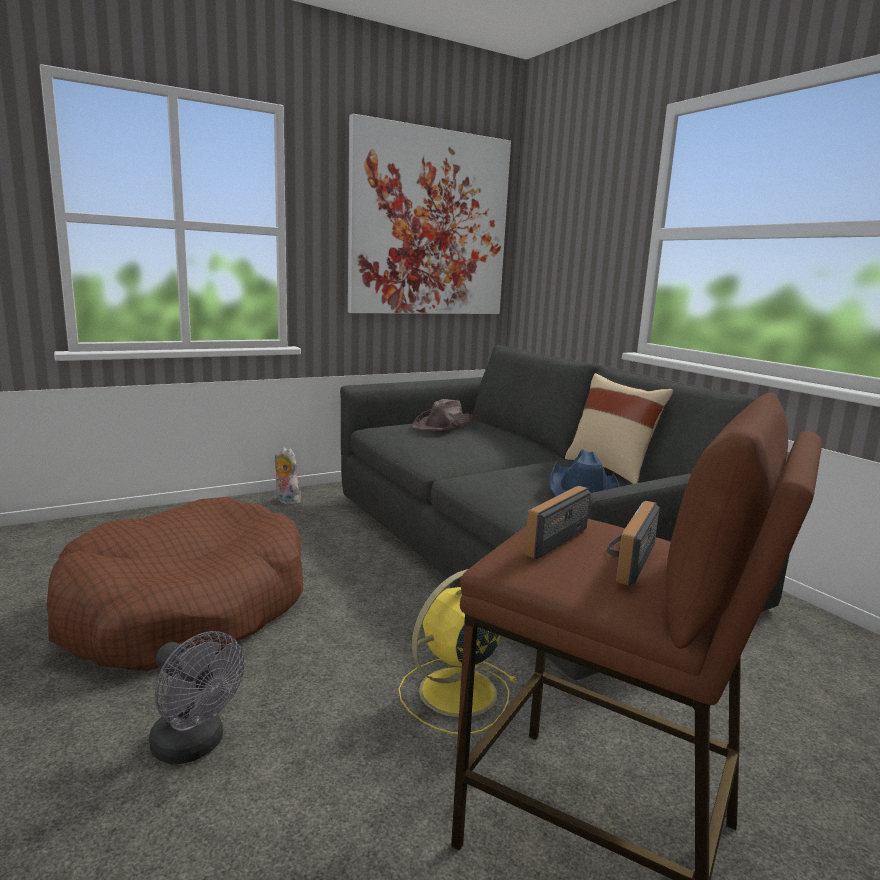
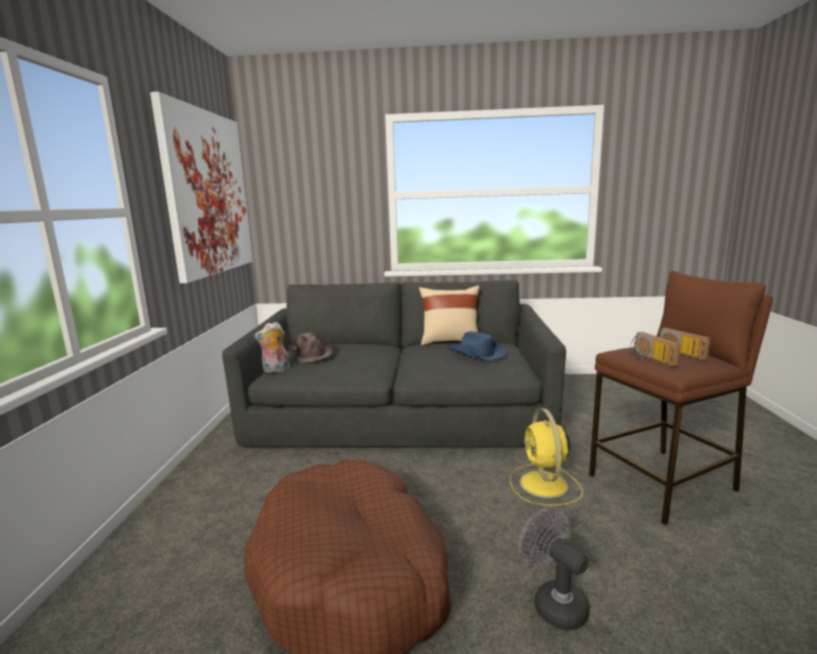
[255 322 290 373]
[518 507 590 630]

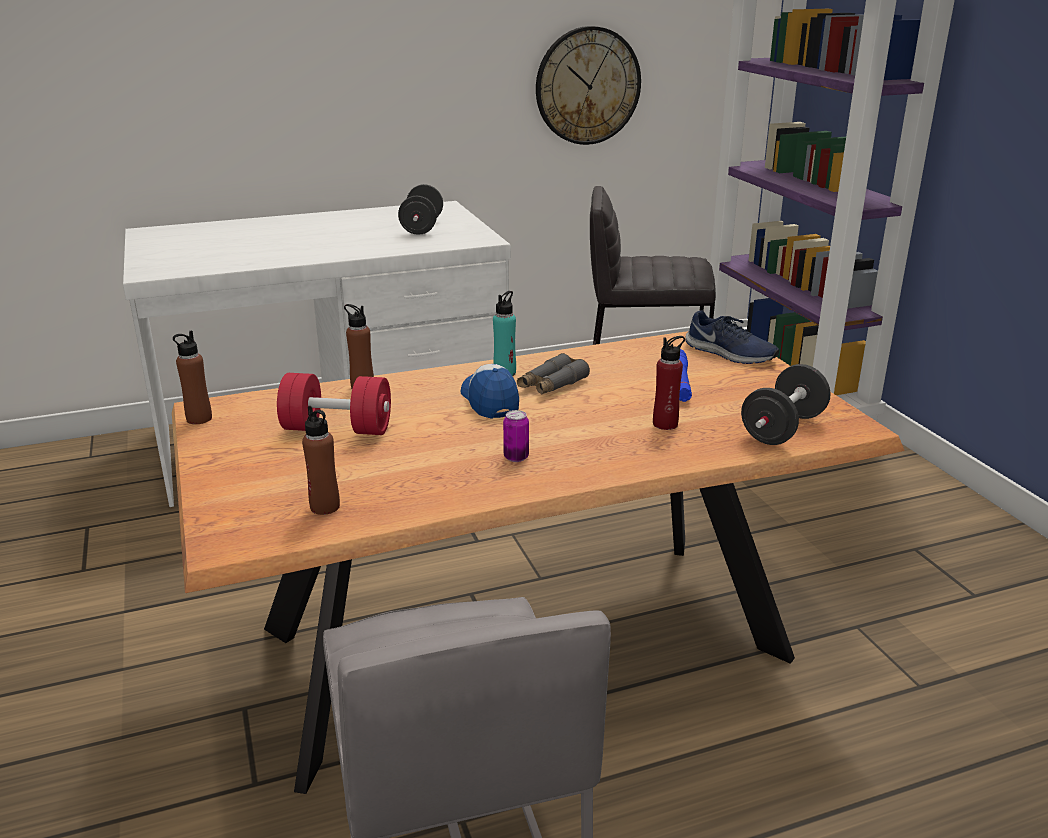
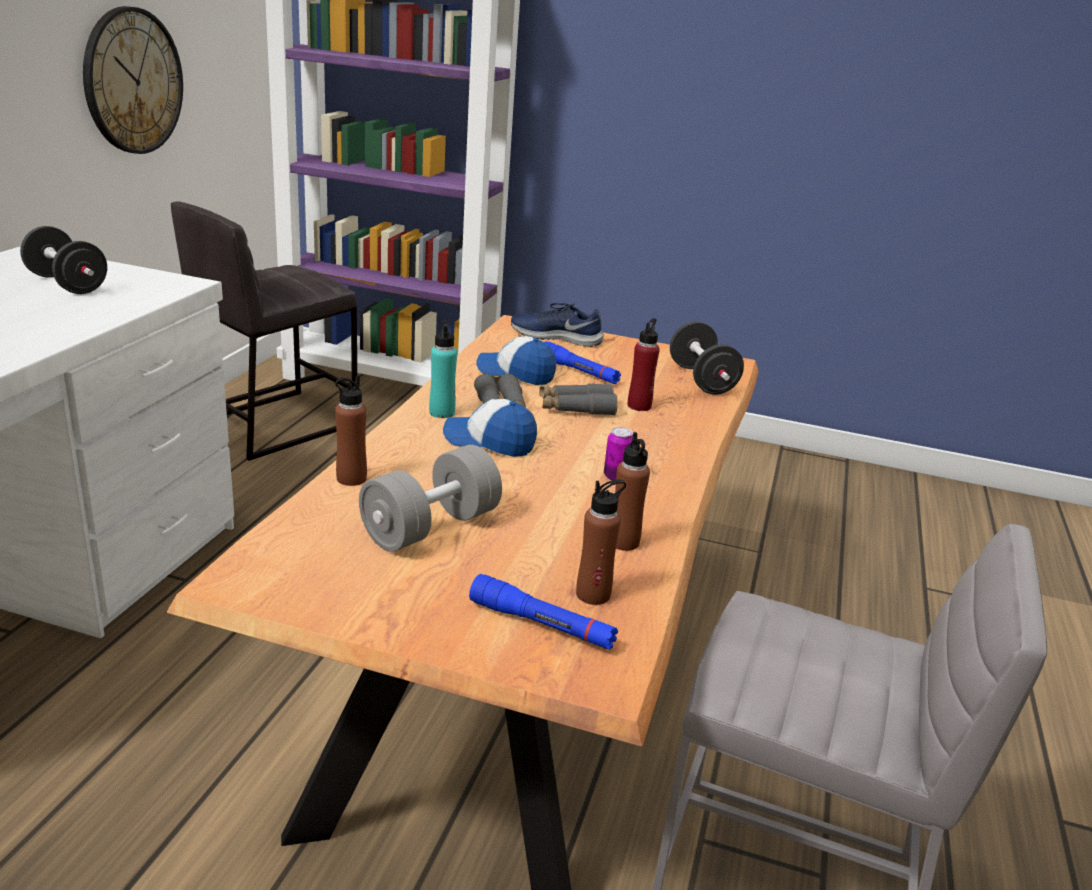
[469 574 618 650]
[476 336 556 385]
[539 383 618 415]
[615 432 650 551]
[359 445 502 552]
[511 303 604 347]

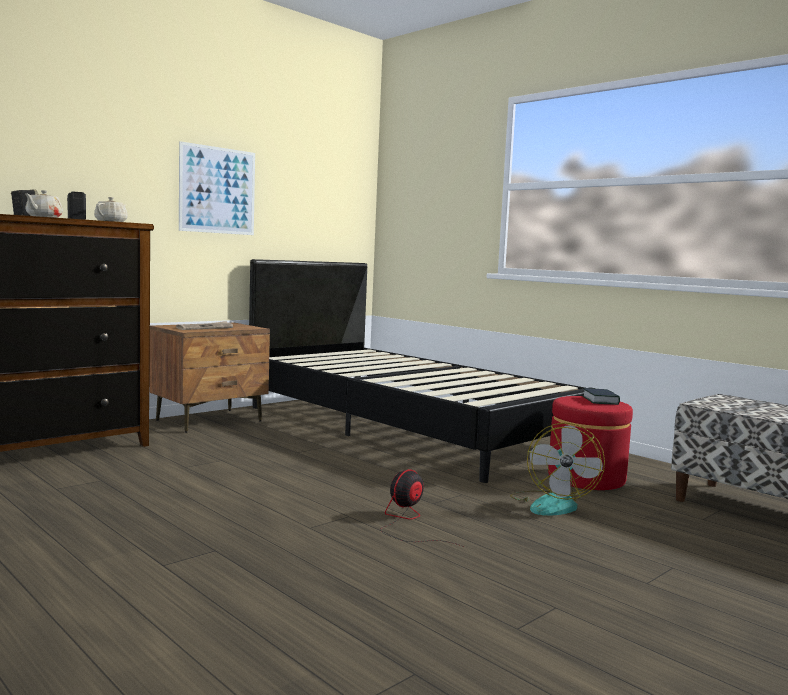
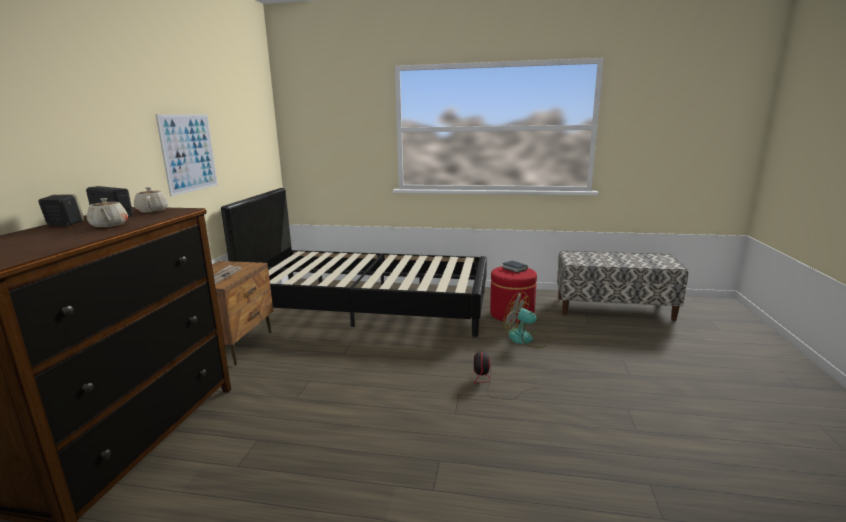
[503 292 549 348]

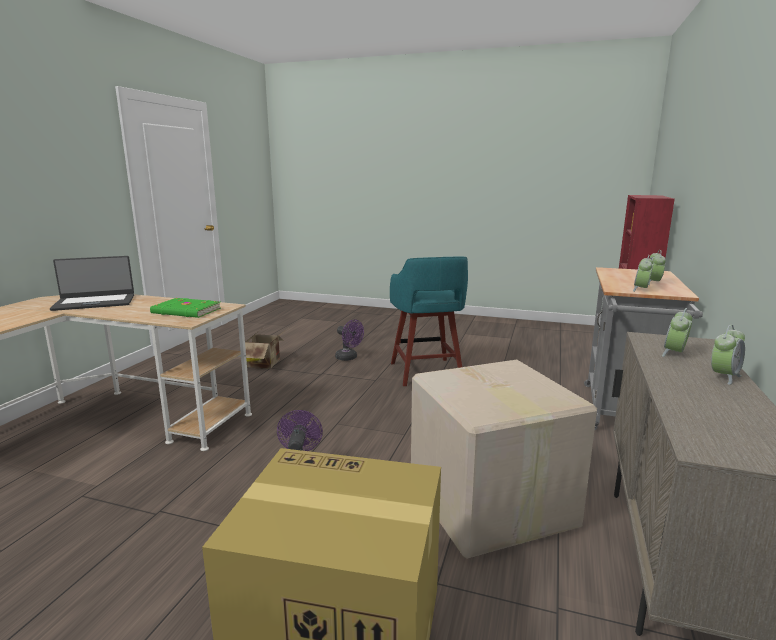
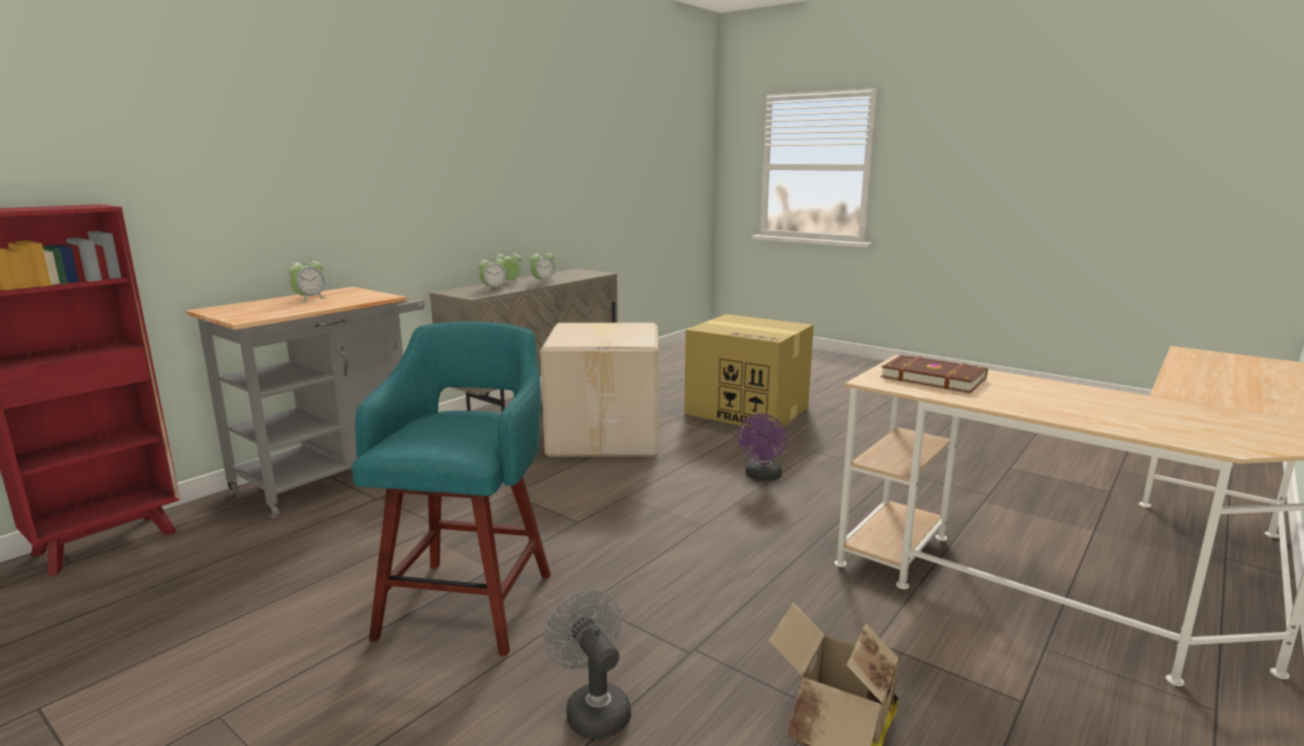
[50 256 134 311] (first image)
[530 249 556 284]
[881 355 988 393]
[544 590 631 739]

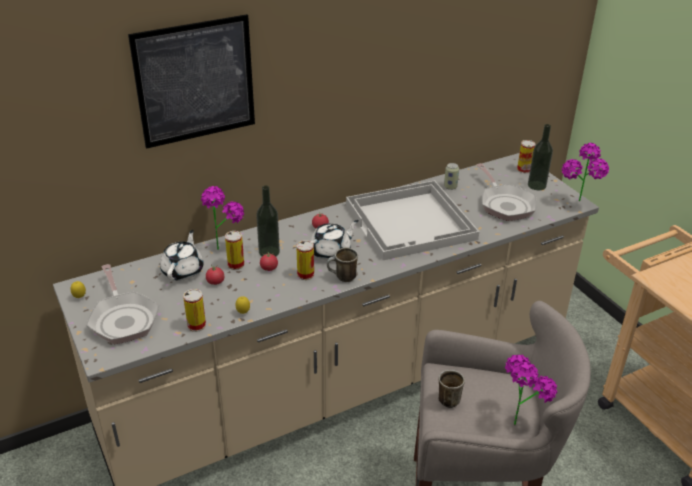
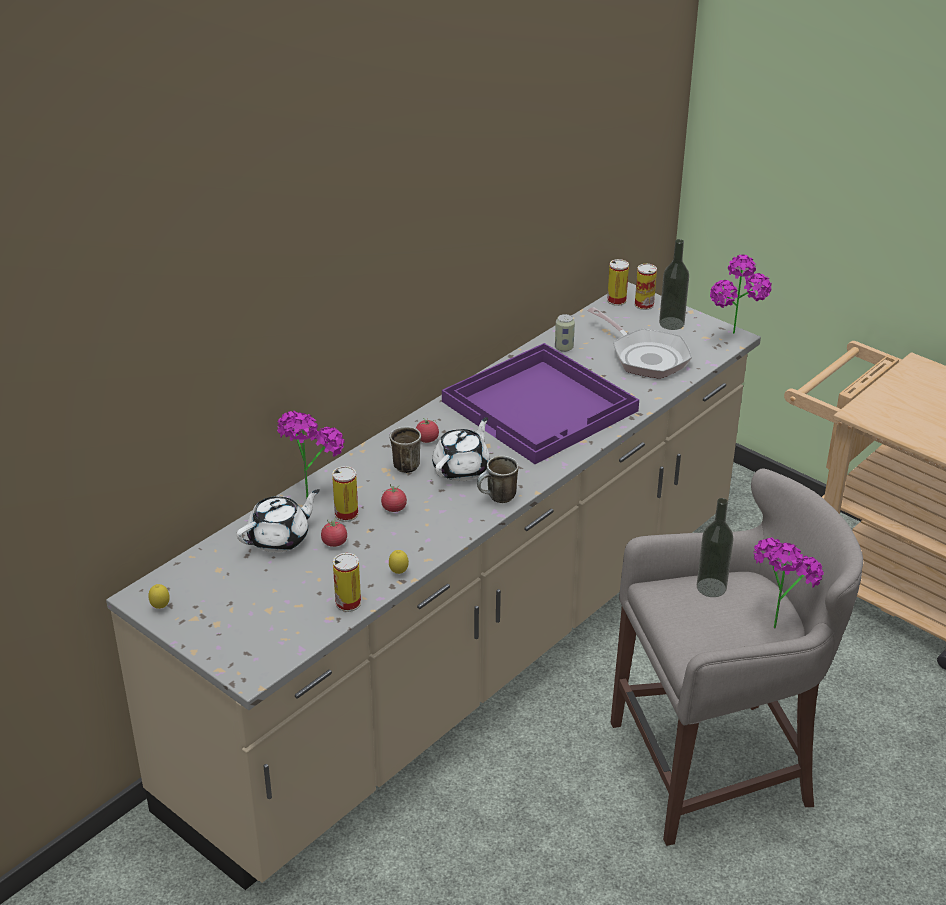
[86 264 159 344] (first image)
[128 14 255 149] (first image)
[697 498 734 597]
[607 259 629 306]
[390 426 421 473]
[442 343 639 464]
[236 489 320 553]

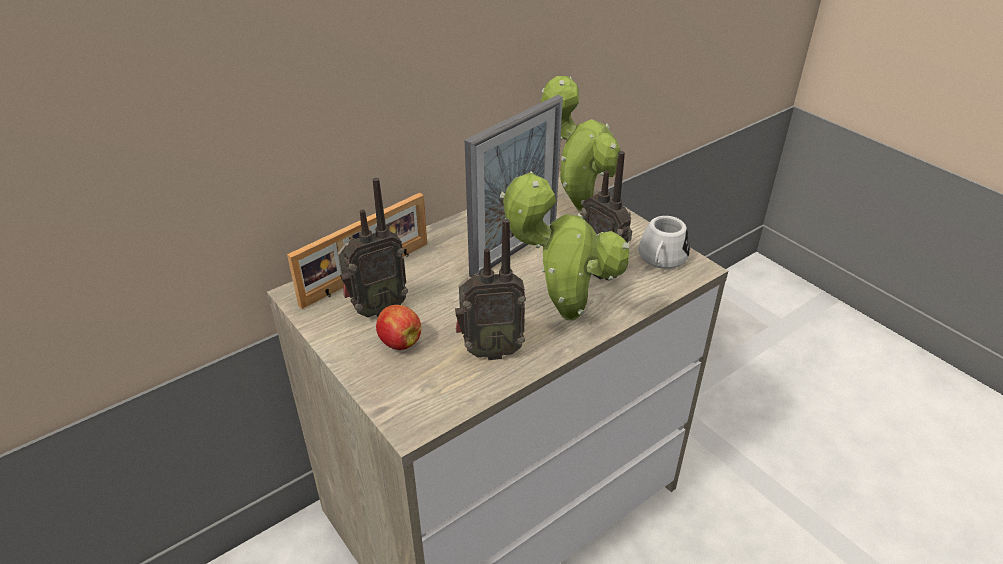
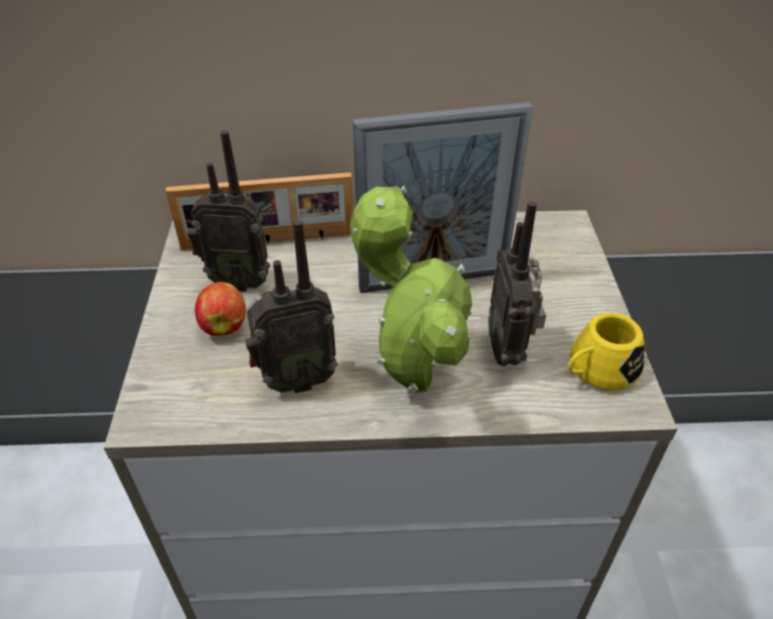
[541 76 621 211] (first image)
[568 313 645 390]
[245 220 338 393]

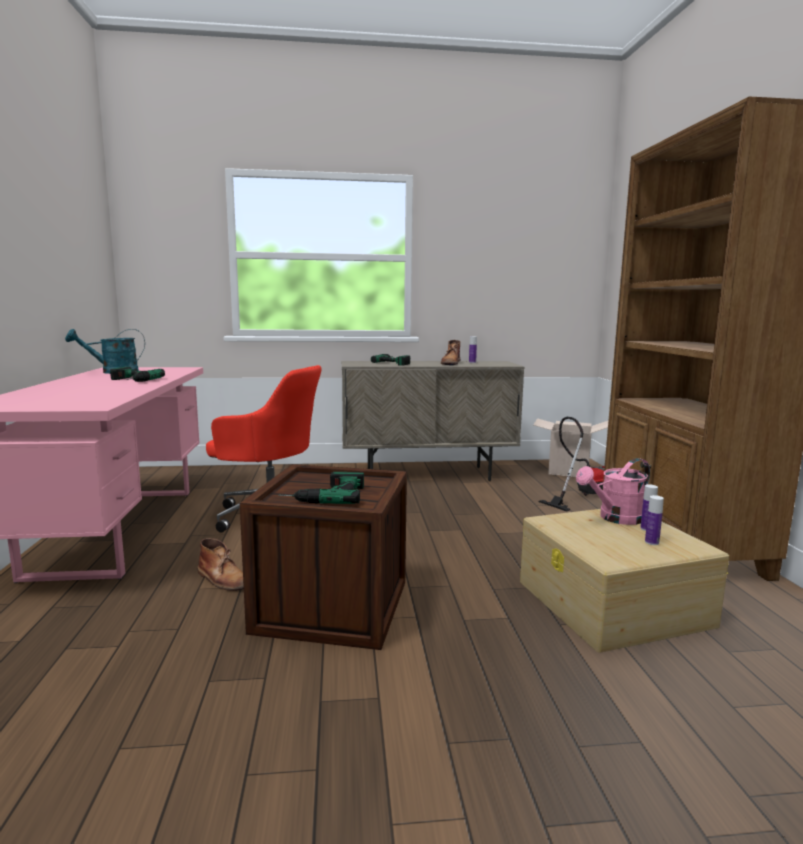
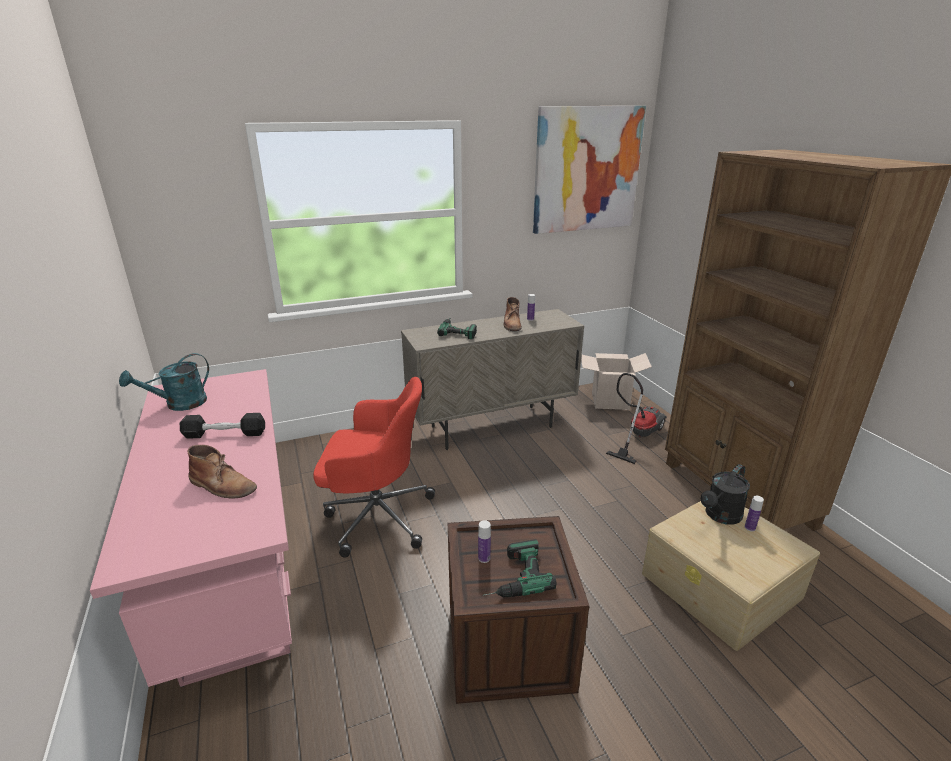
[533 106 646 234]
[187 445 257 499]
[478 520 491 563]
[180 413 265 439]
[701 464 750 525]

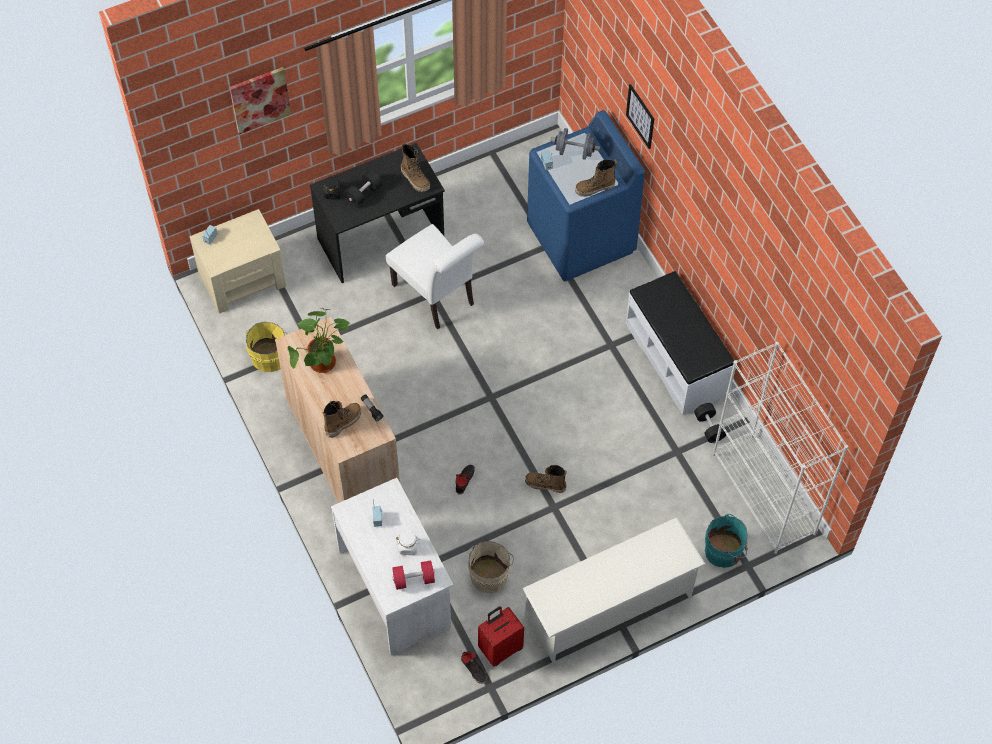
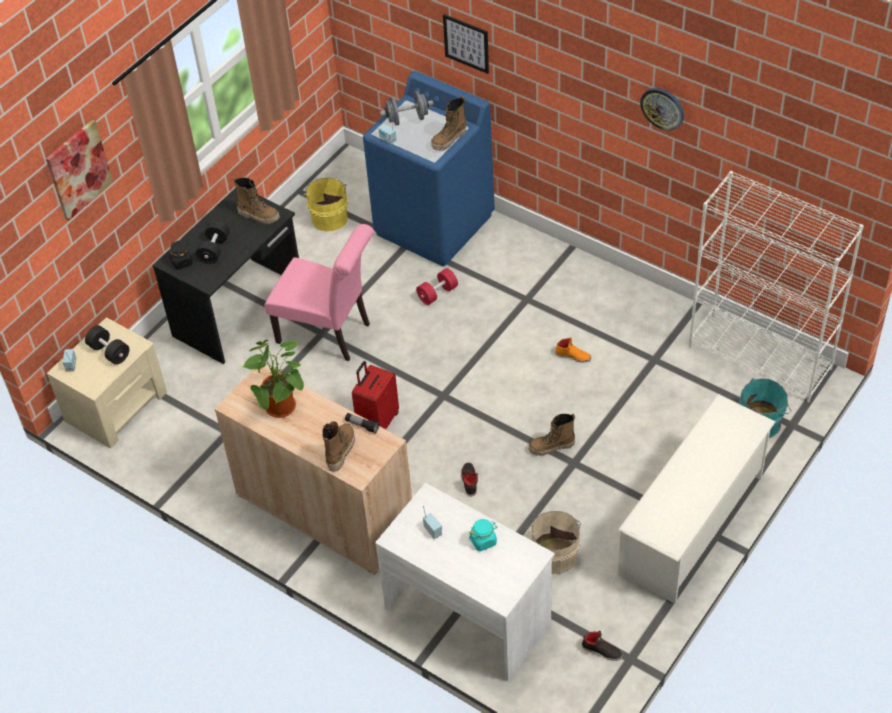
[625 271 734 415] (first image)
[555 337 591 362]
[640 88 684 130]
[303 178 348 231]
[416 268 458 305]
[352 361 399 429]
[85 325 129 365]
[264 224 374 361]
[469 519 497 551]

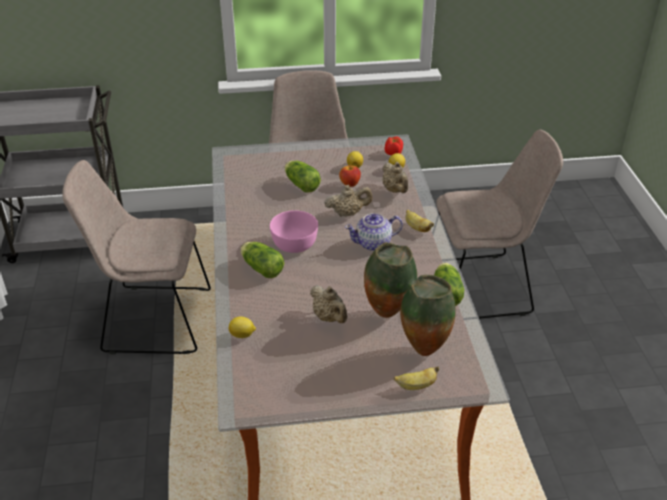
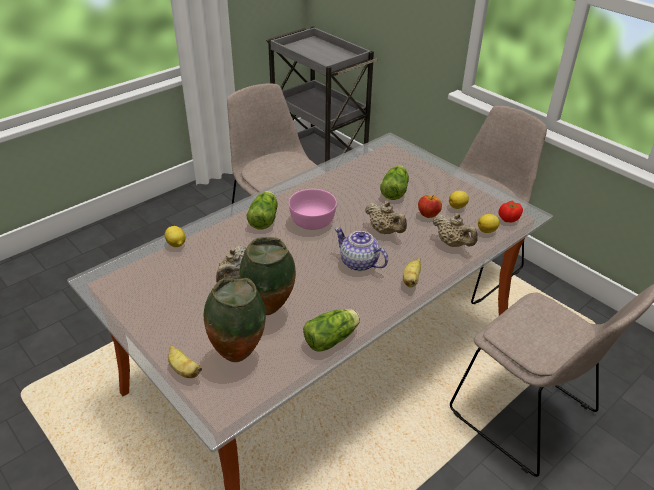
[433 213 478 247]

